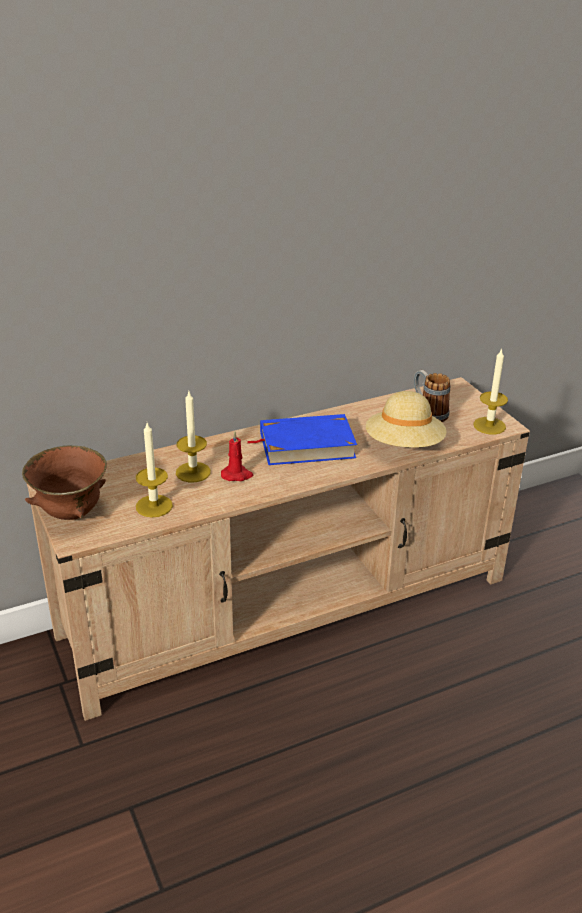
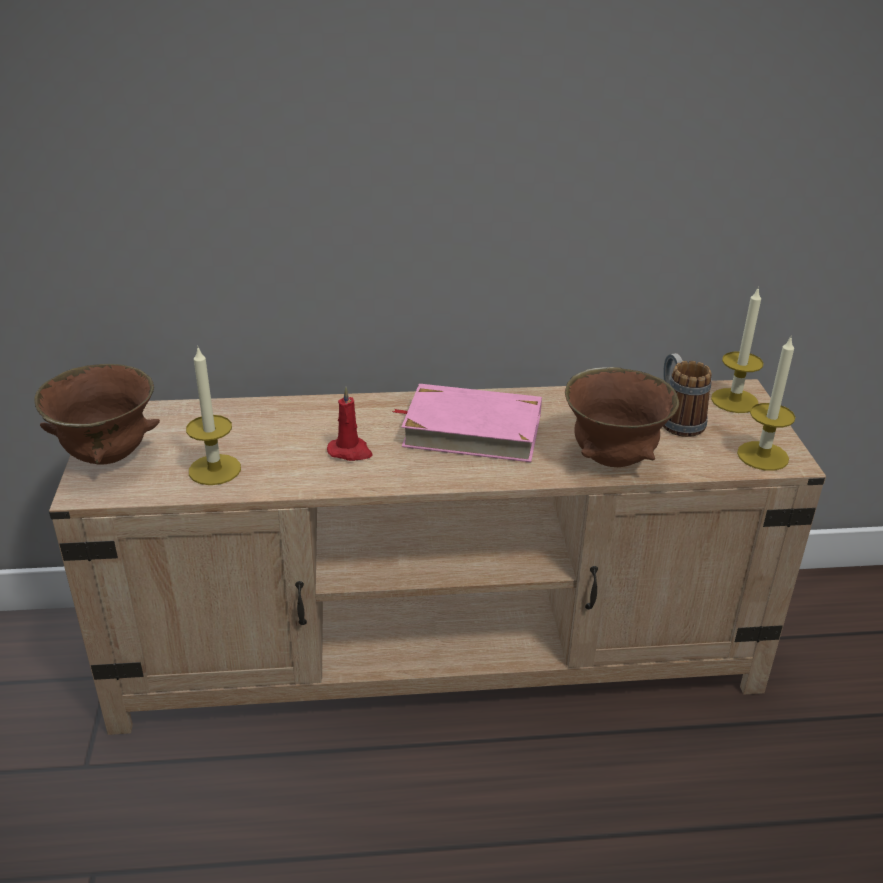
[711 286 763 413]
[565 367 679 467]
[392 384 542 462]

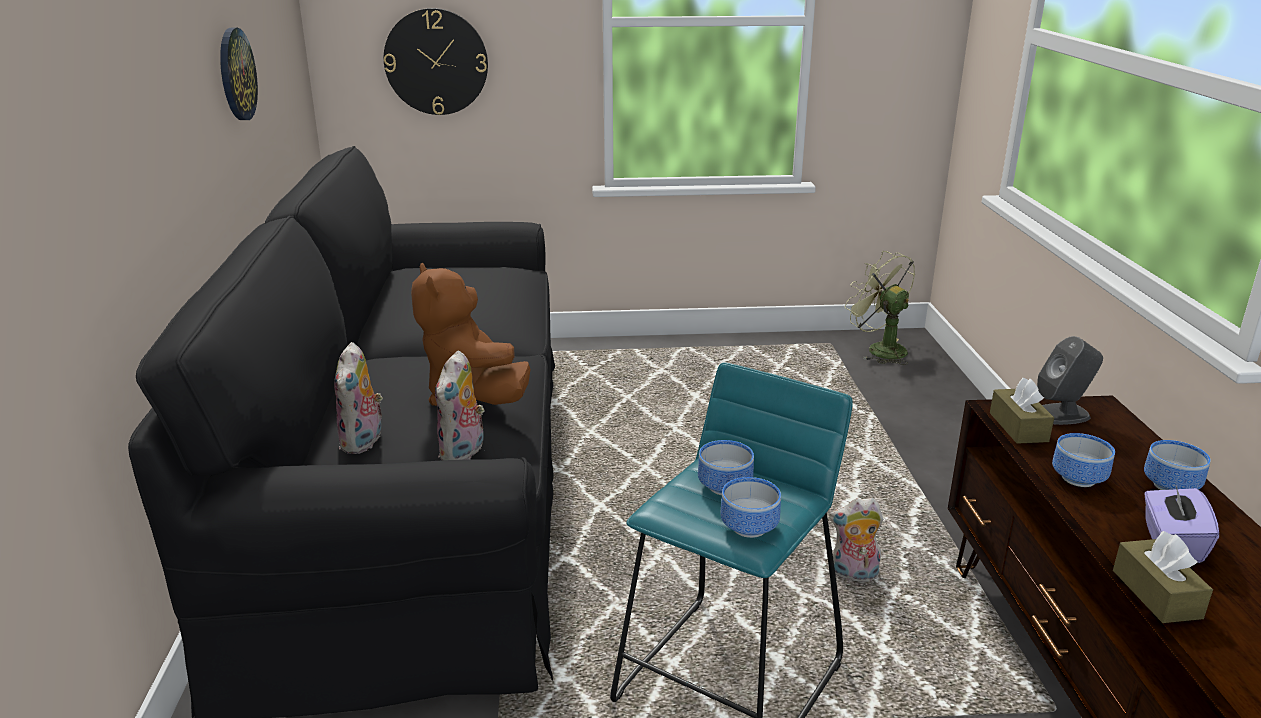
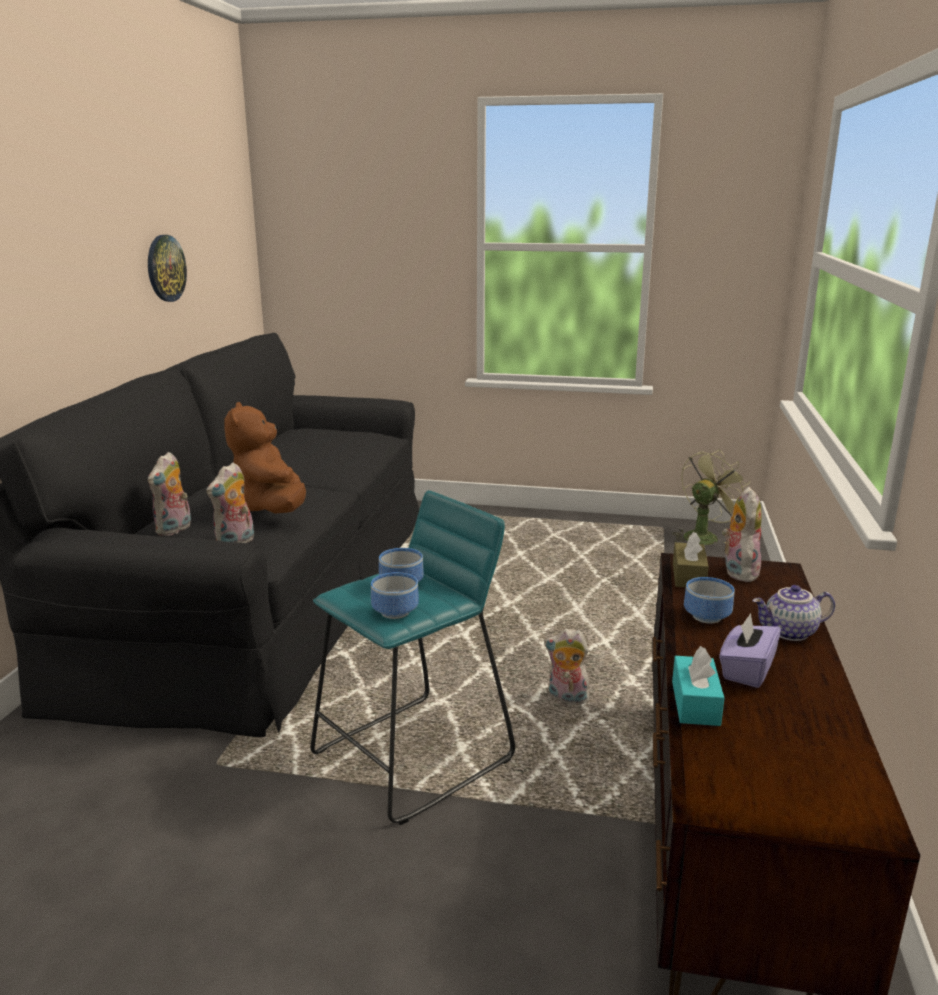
[384 8 488 115] (first image)
[722 487 762 582]
[752 585 835 641]
[672 646 725 726]
[672 449 750 545]

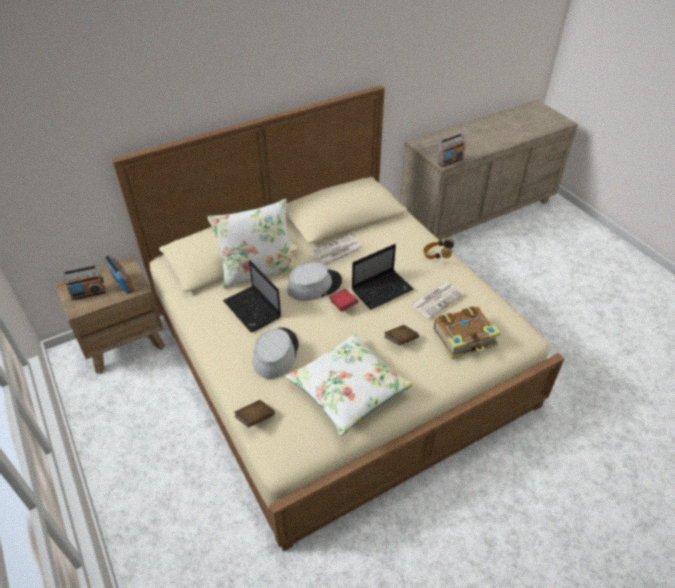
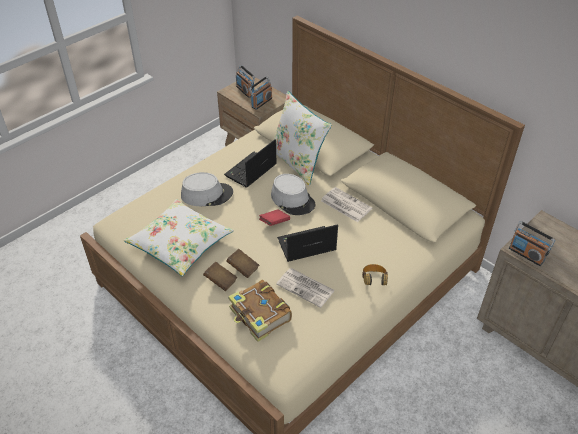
[203 262 237 291]
[277 225 338 262]

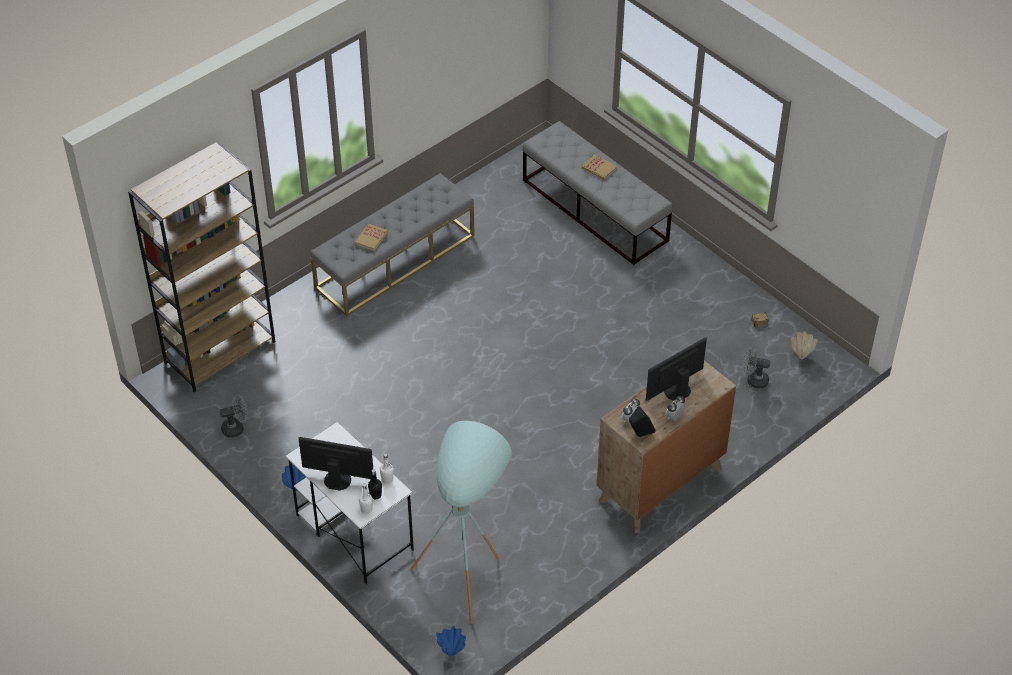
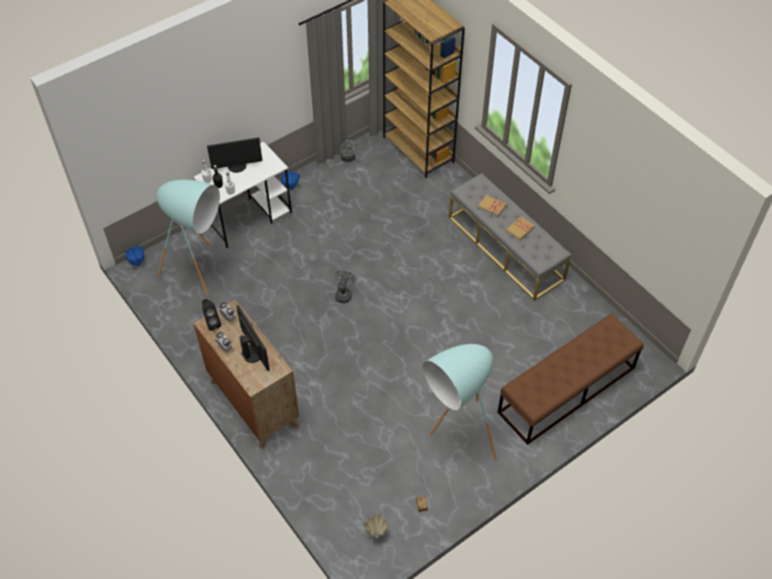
[423 344 497 461]
[506 217 535 241]
[335 269 356 303]
[497 314 644 445]
[207 138 263 173]

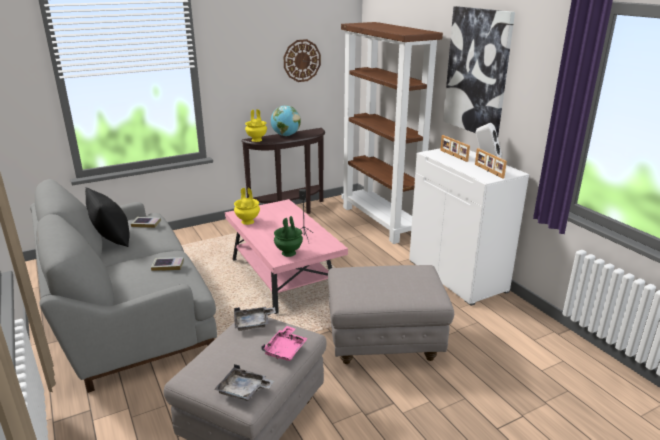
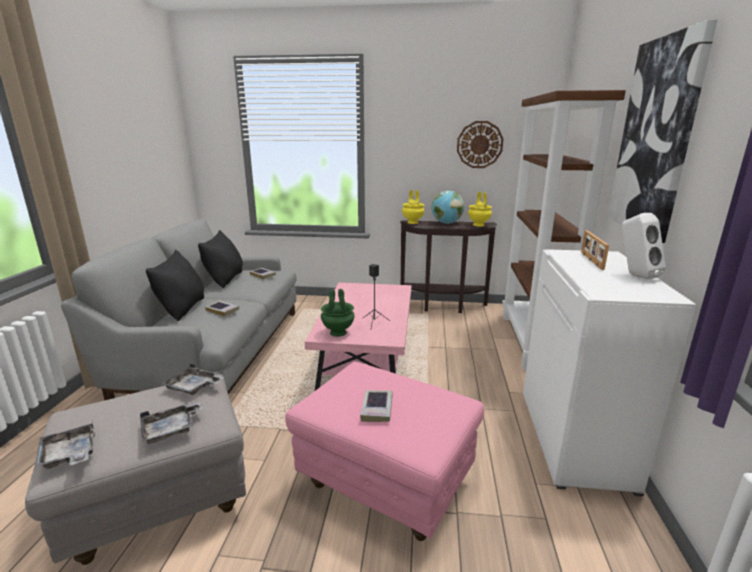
[475 148 507 179] (first image)
[146 250 204 321]
[360 390 393 422]
[468 192 492 226]
[140 402 203 444]
[285 362 484 541]

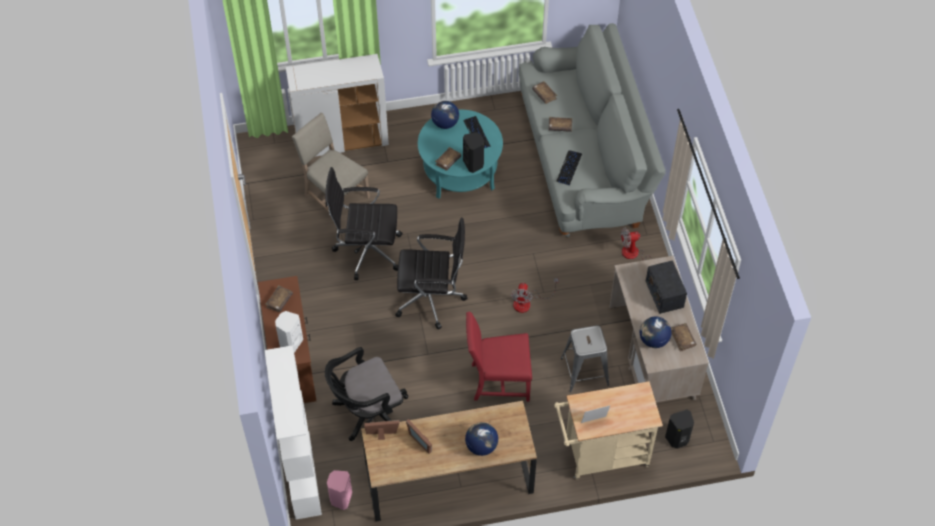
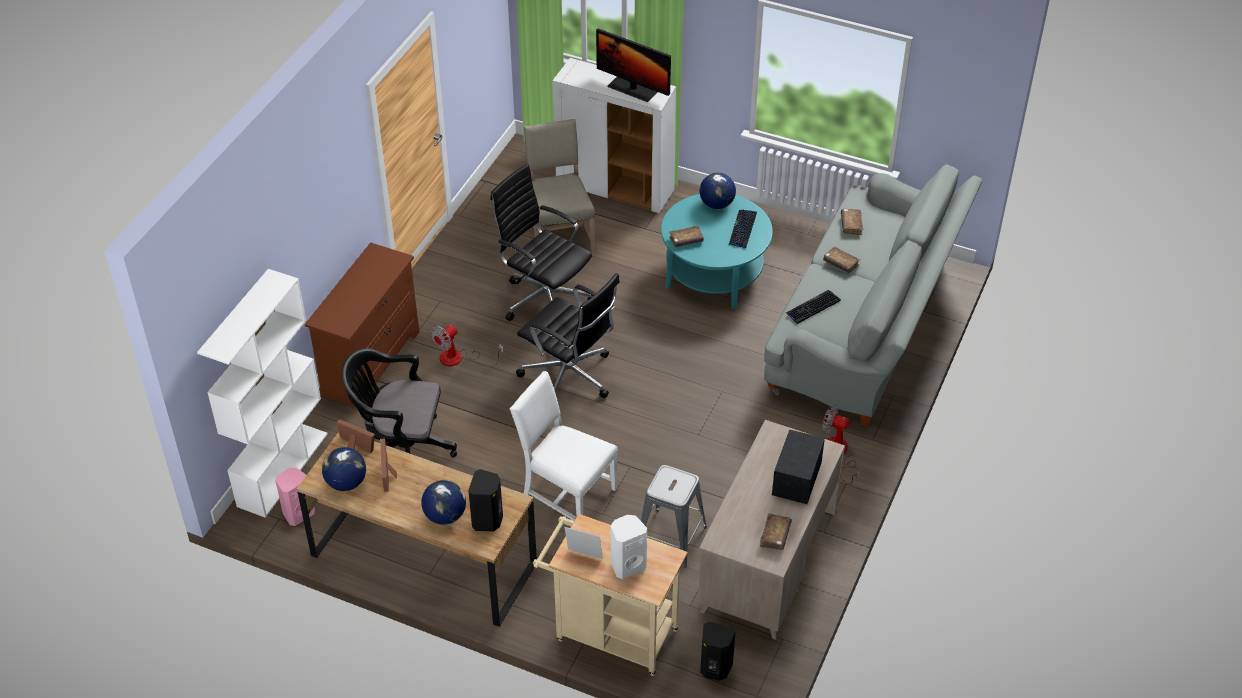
[265 285 293 312] (first image)
[596 29 671 102]
[611 515 647 579]
[468 469 503 531]
[431 325 504 367]
[322 447 366 491]
[510 371 618 521]

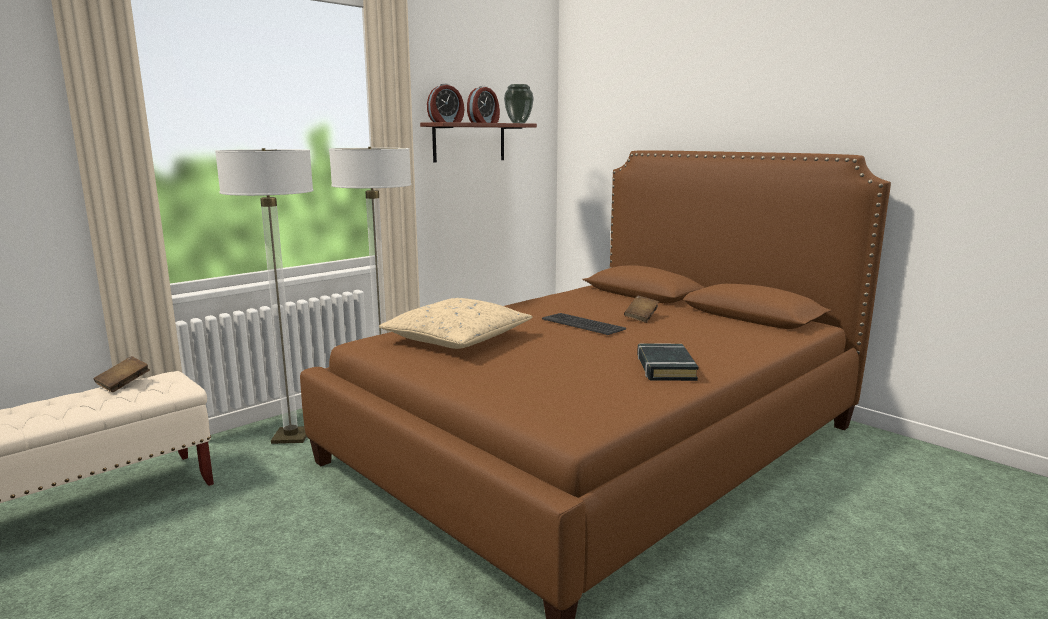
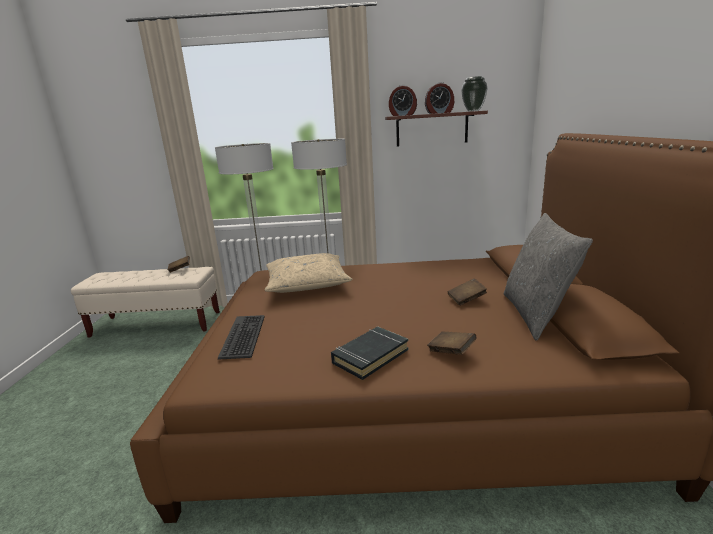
[427 331 477 355]
[504 213 593 341]
[218 315 265 360]

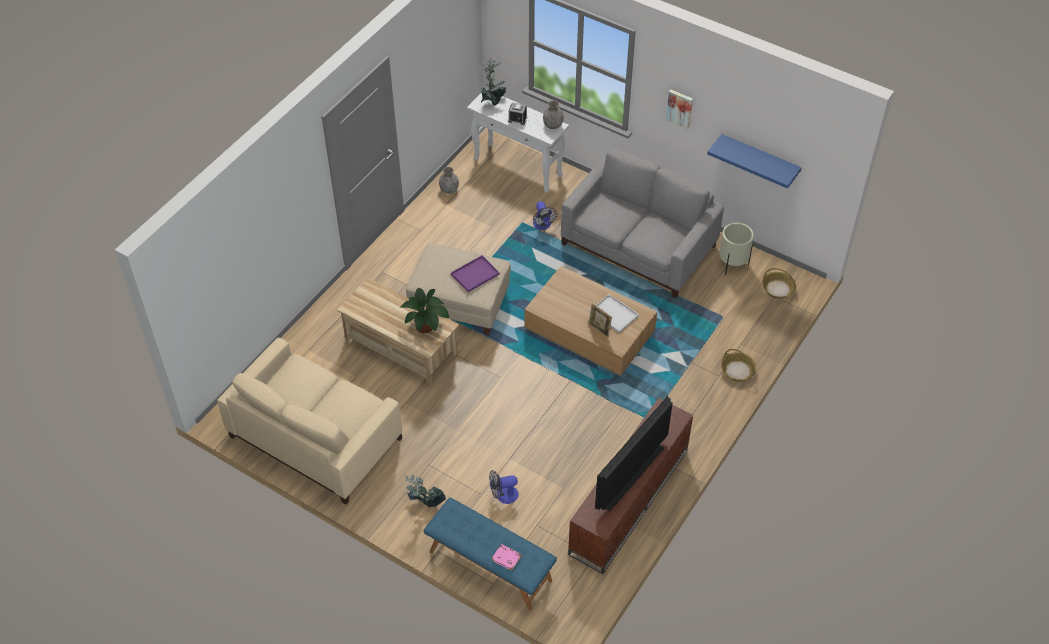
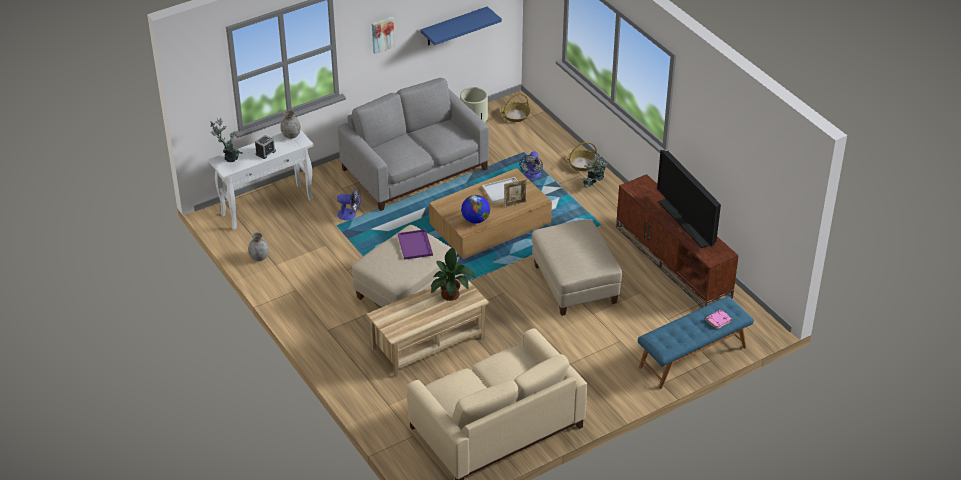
[461 195 490 224]
[532 219 622 316]
[583 155 607 187]
[519 151 543 179]

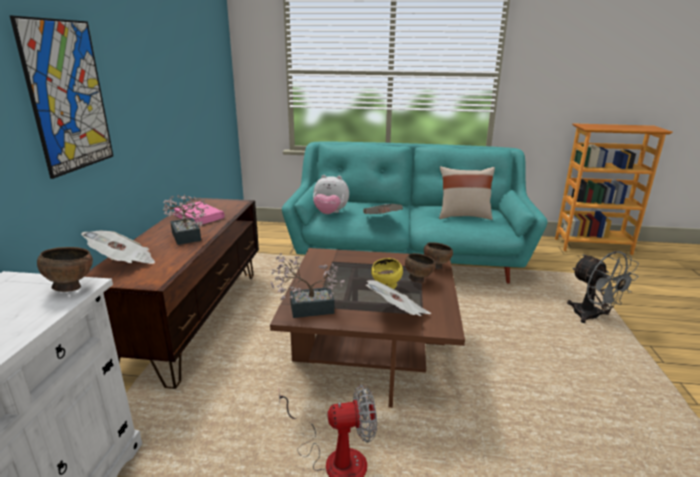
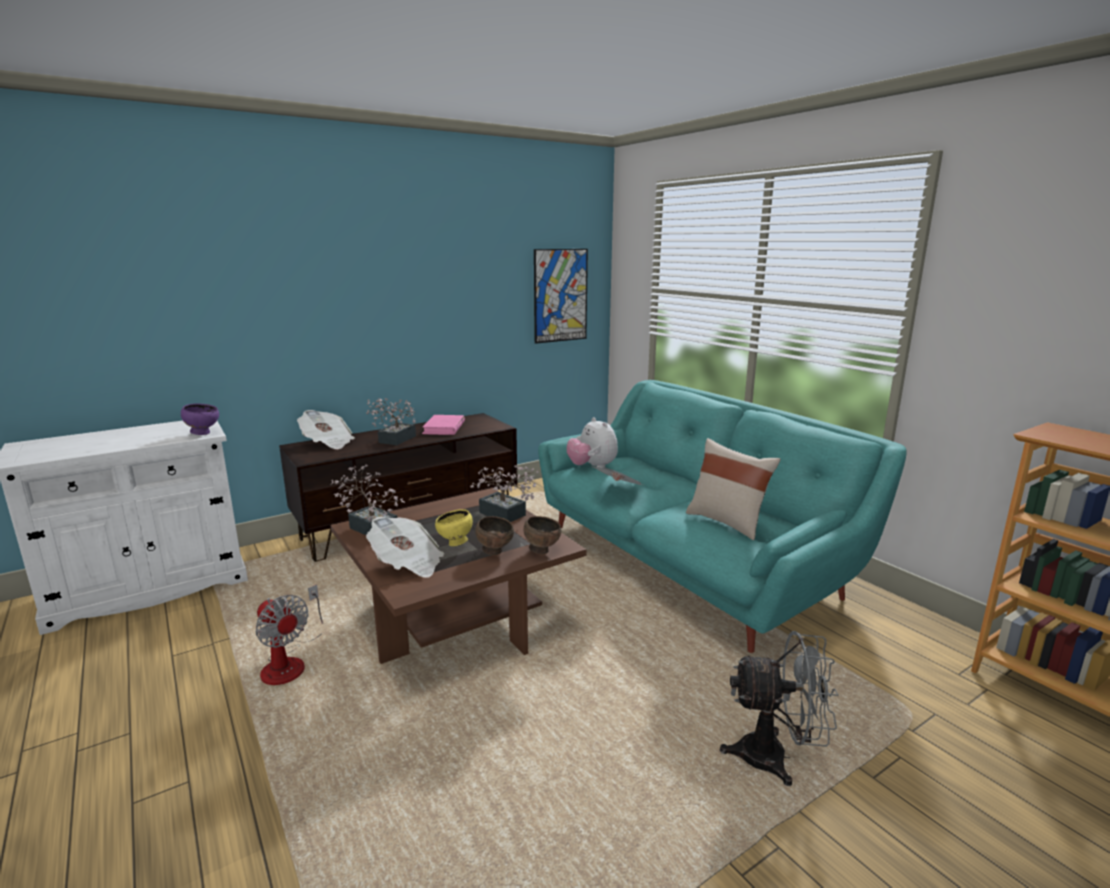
[470 465 538 522]
[534 249 588 344]
[181 404 219 435]
[720 631 839 786]

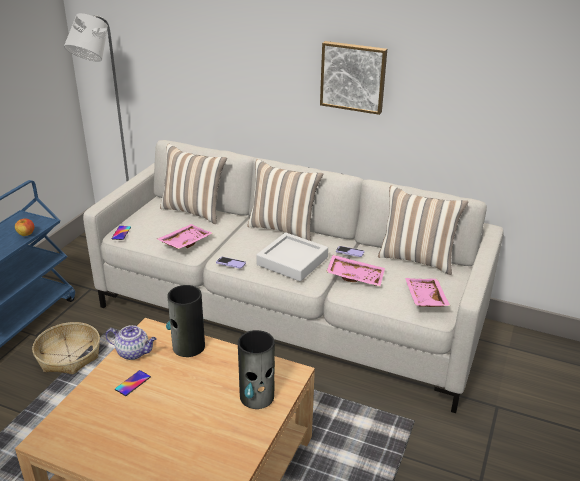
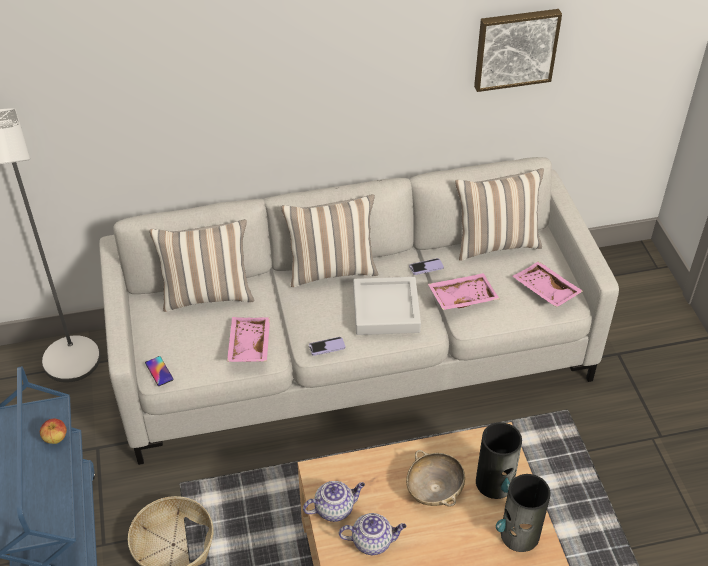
[406 450 465 507]
[496 474 550 552]
[474 9 562 92]
[339 513 406 555]

